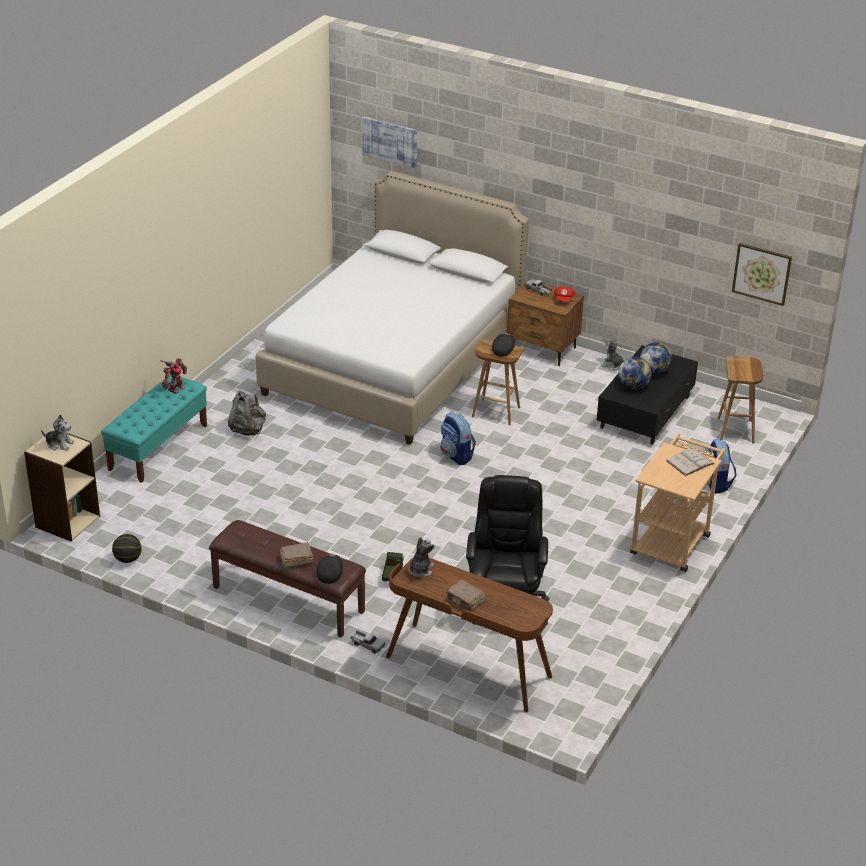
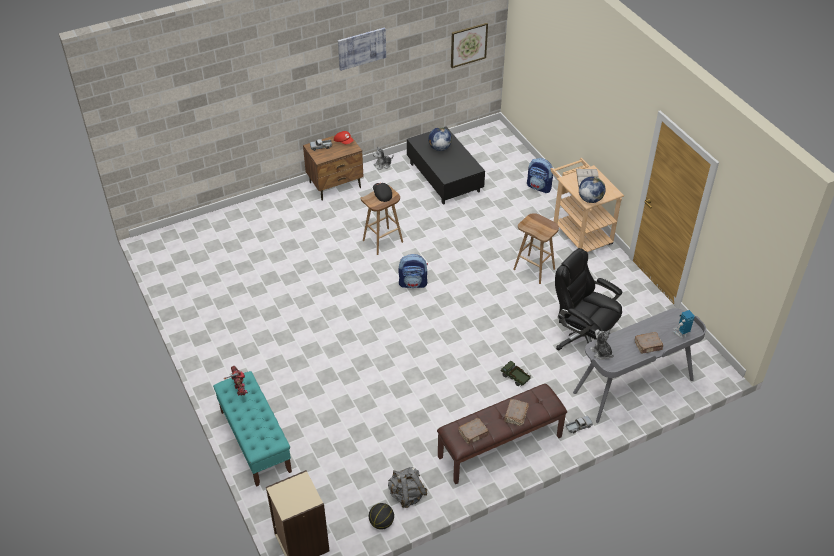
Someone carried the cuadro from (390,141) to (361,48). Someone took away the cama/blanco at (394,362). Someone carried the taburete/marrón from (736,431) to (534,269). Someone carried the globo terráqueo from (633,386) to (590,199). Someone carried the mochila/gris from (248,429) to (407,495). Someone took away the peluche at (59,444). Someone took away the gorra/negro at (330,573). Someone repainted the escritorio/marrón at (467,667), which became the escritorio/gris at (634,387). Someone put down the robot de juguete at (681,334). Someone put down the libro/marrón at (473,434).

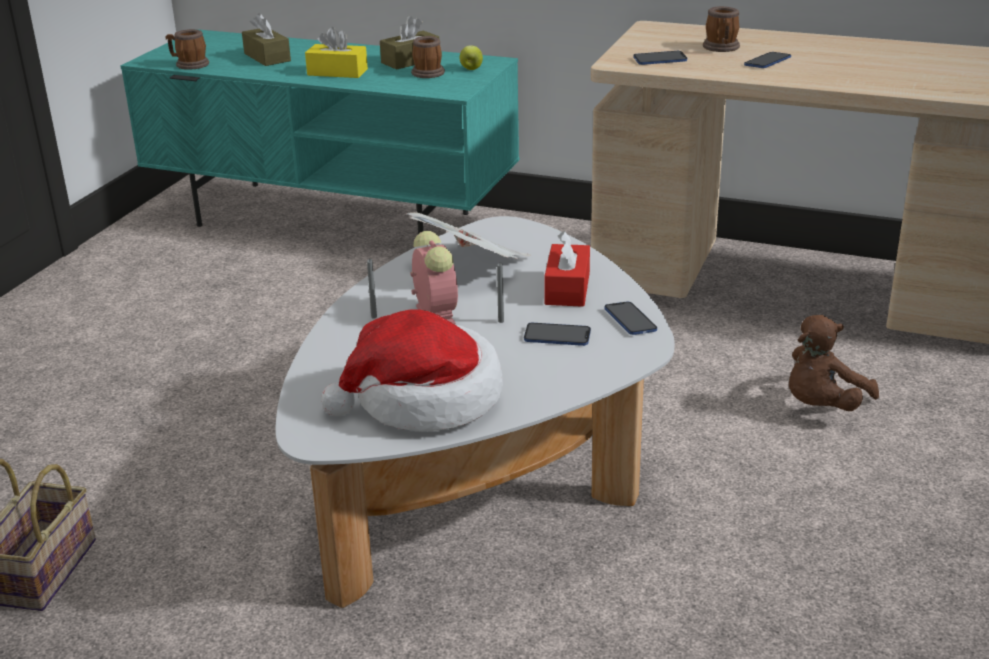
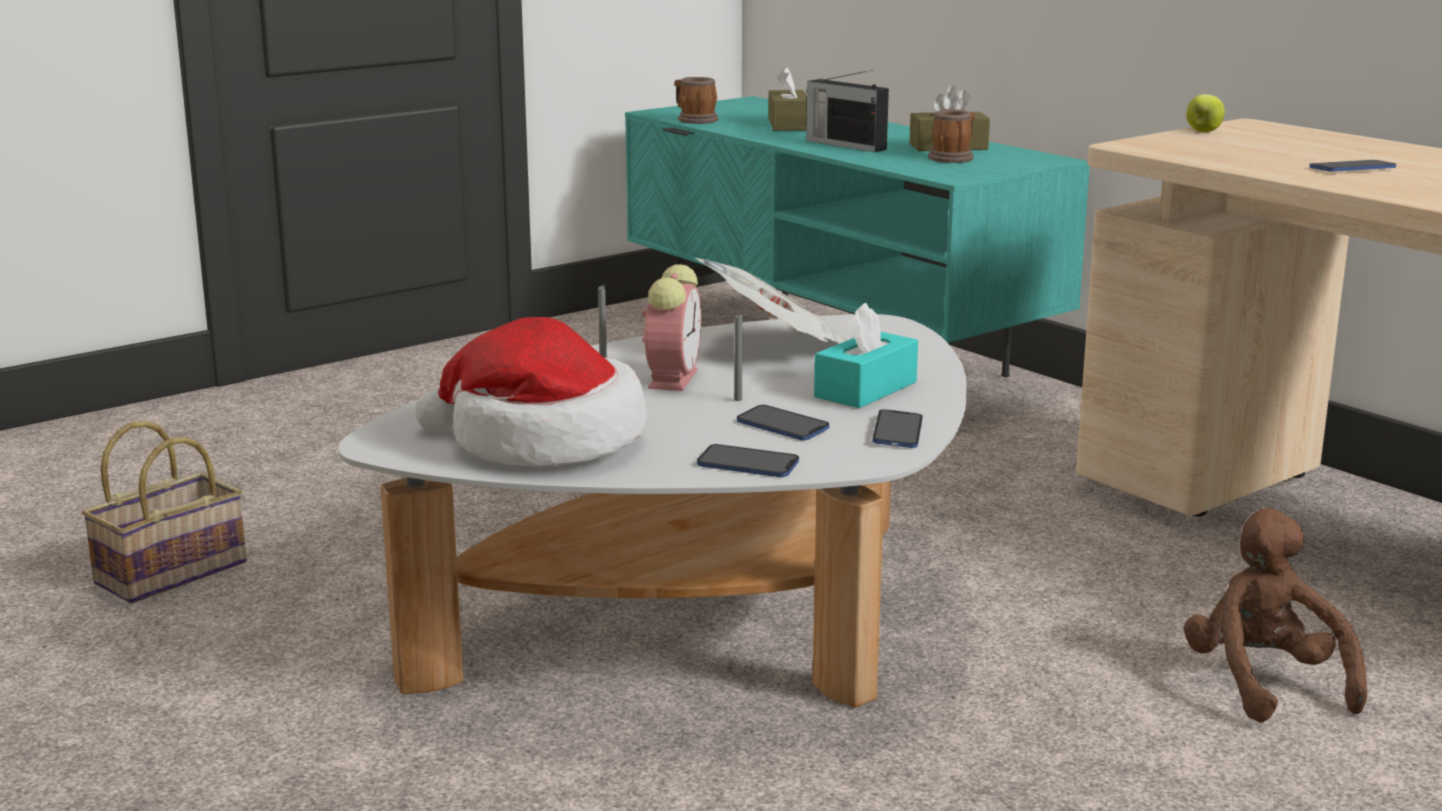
Someone took away the taza grande at (722,48). Someone swapped the caja de pañuelos/amarillo at (337,72) for the radio at (844,145). Someone carried the manzana from (471,69) to (1203,132). Someone carried the móvil from (660,59) to (748,464). Someone repainted the caja de pañuelos/rojo at (567,289), which became the caja de pañuelos/turquesa at (865,389). Someone rotated the peluche/marrón at (822,406) by 90 degrees clockwise.

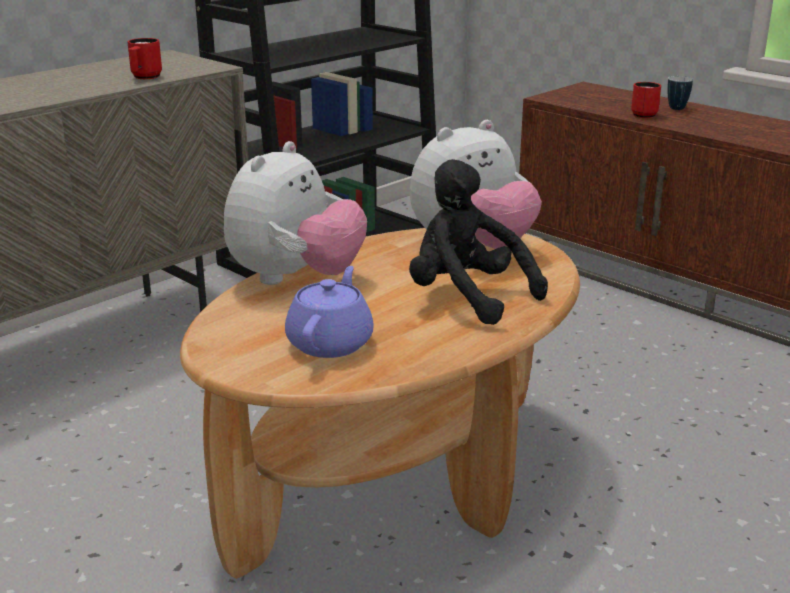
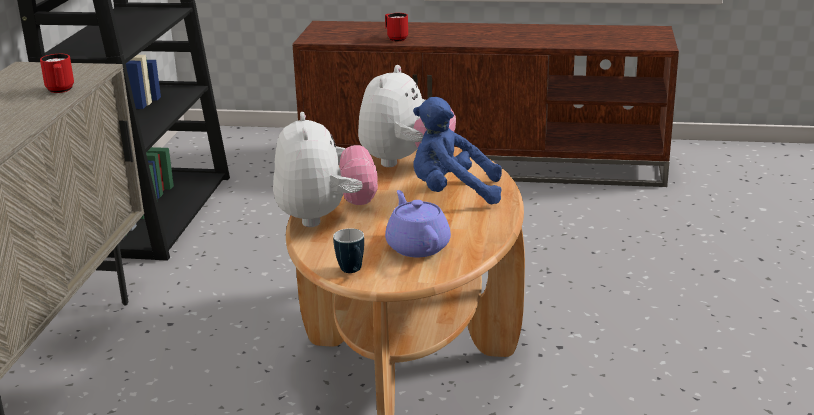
Someone carried the taza grande from (677,109) to (353,272). Someone repainted the peluche/negro at (467,297), which became the peluche/azul at (452,193).

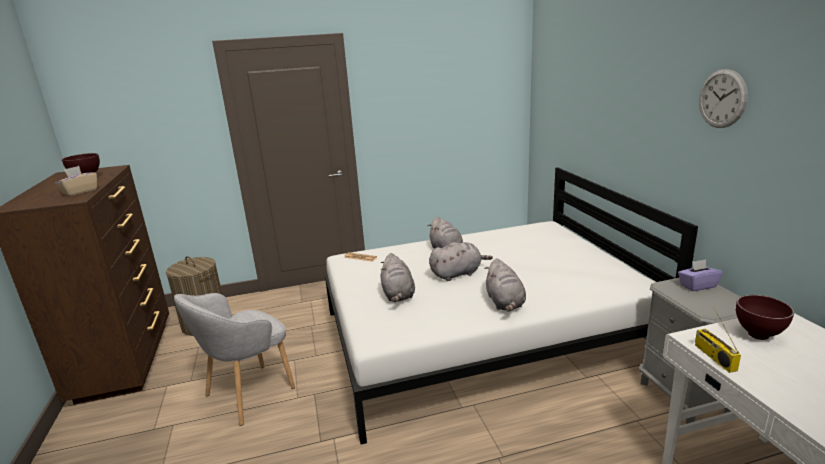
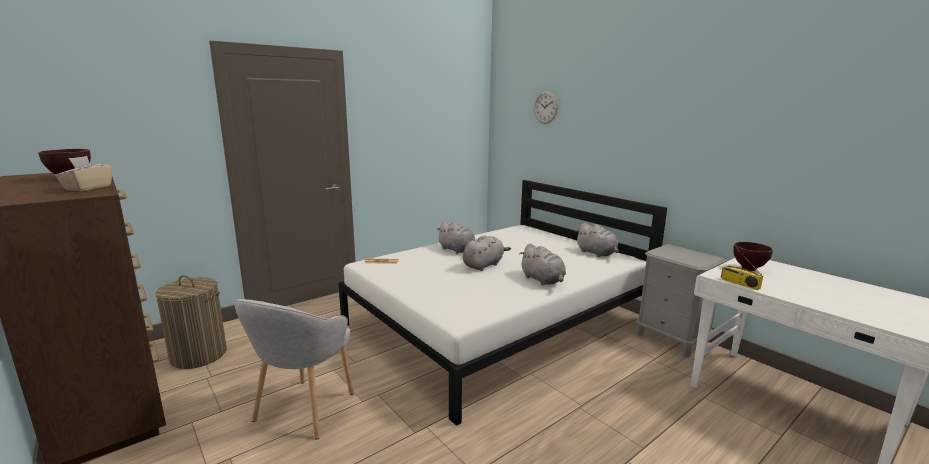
Someone carried the reloj de pared from (722,98) to (545,107). Someone carried the peluche/gris from (398,295) to (597,253). Someone took away the caja de pañuelos/morado at (697,286).

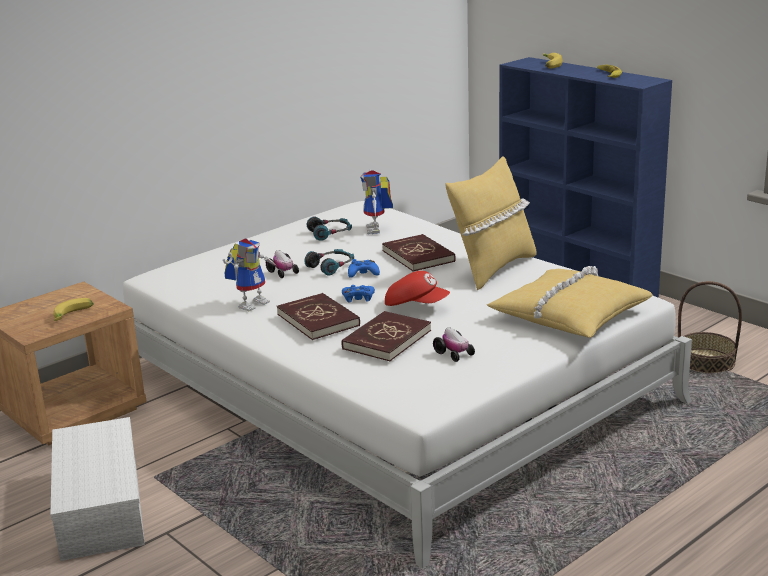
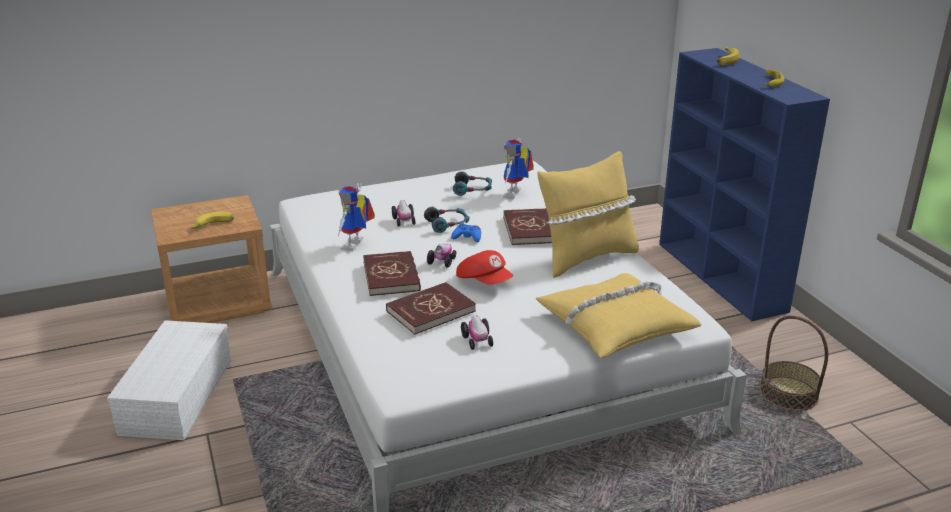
Someone rotated the robot de juguete at (252,303) by 135 degrees clockwise. Someone swapped the mando de consola/azul at (358,298) for the coche de juguete at (442,262).

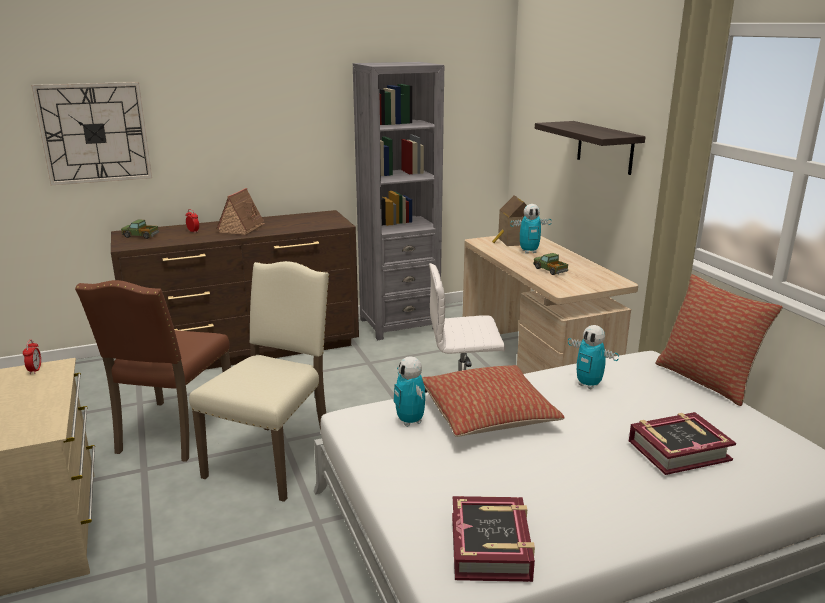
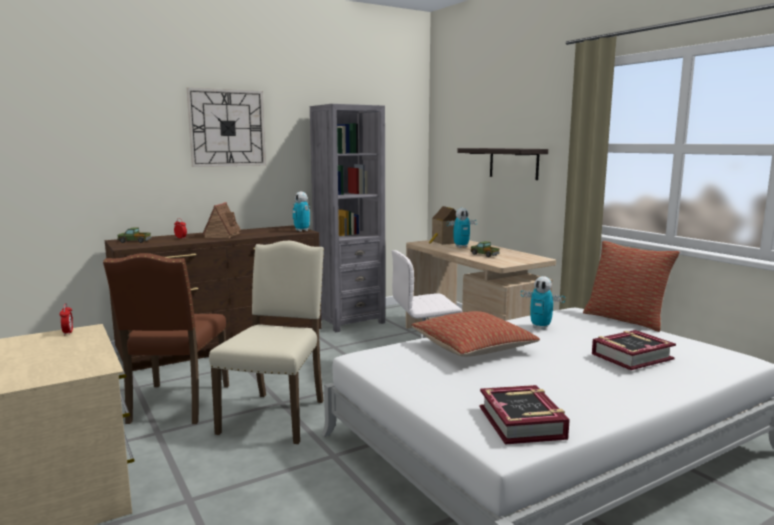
Someone carried the reloj de pared from (94,133) to (227,128). Someone carried the robot de juguete from (410,421) to (302,230).

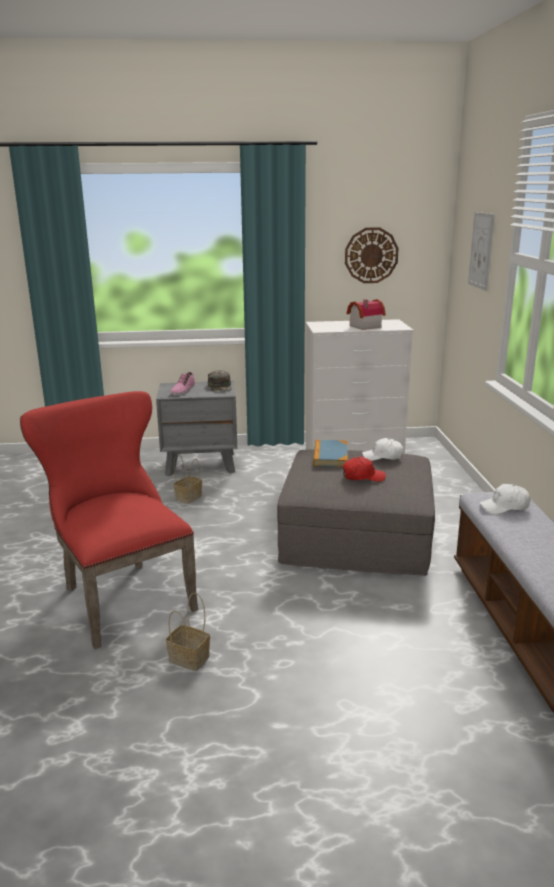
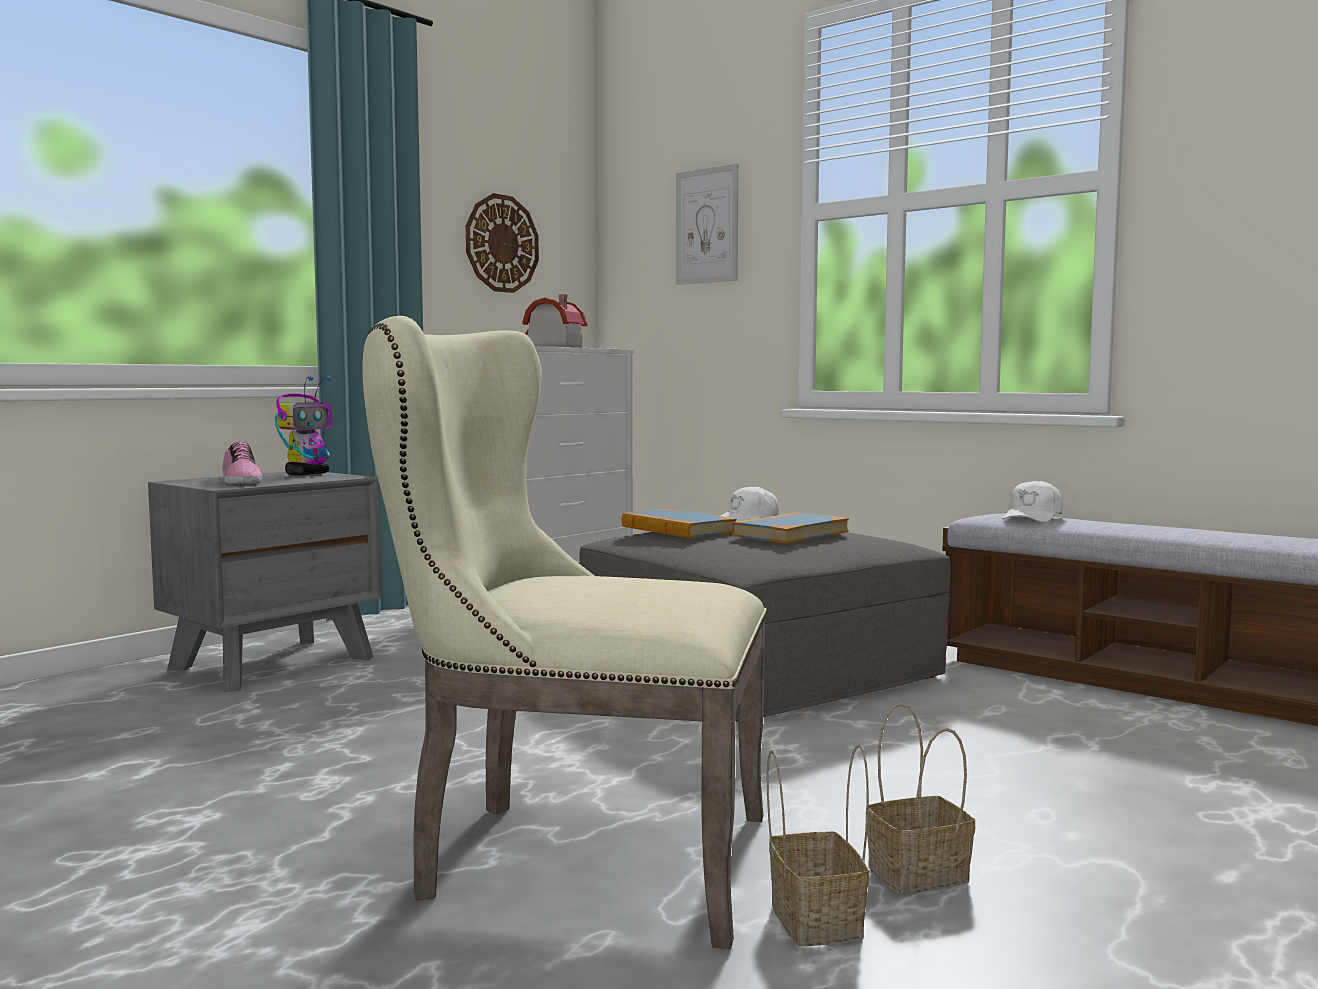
Someone swapped the gorra/verde at (220,386) for the robot de juguete at (308,474). Someone repainted the silla/rojo at (121,596), which became the silla/beis at (573,859). Someone carried the cesta from (188,497) to (813,919). Someone swapped the gorra/rojo at (363,477) for the libro at (790,534).

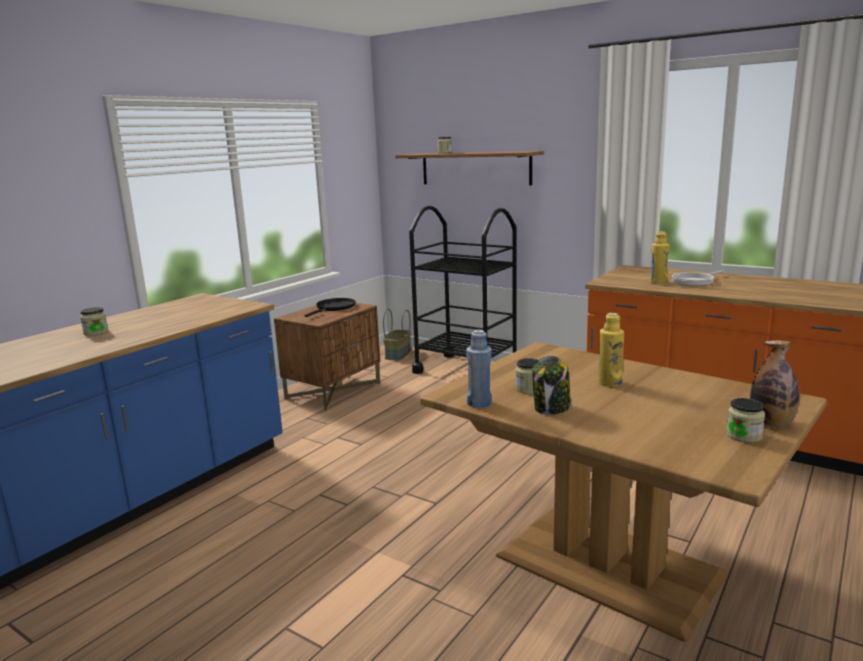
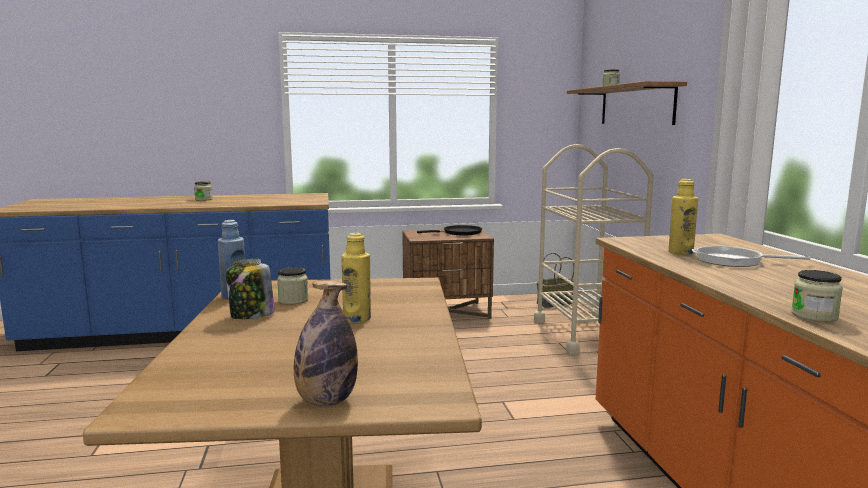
Someone repainted the carrito/negro at (466,370), which became the carrito/beis at (586,334). Someone carried the tarro from (744,436) to (814,316).

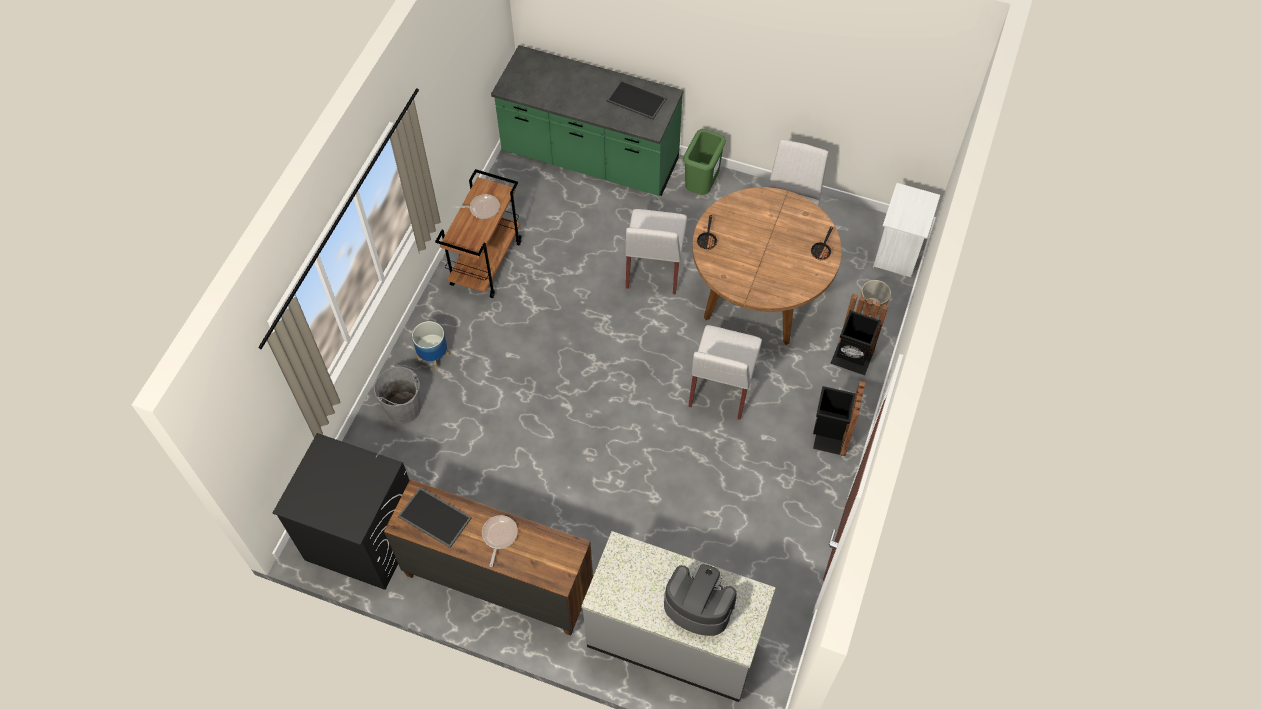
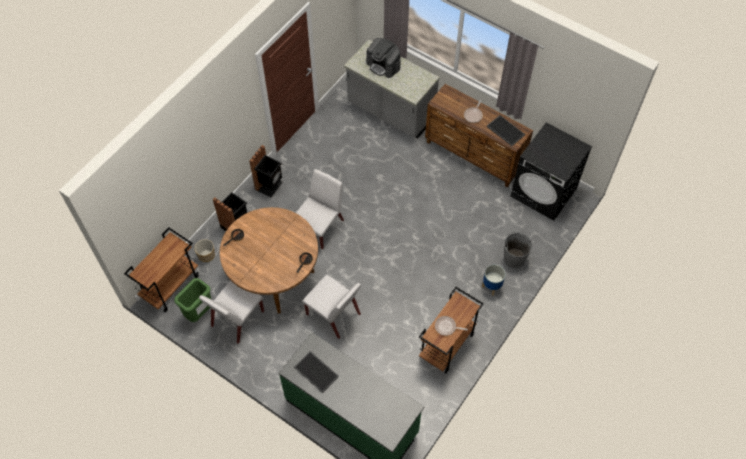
Someone carried the papelera/verde from (701,186) to (199,313). Someone swapped the mesita de noche/blanco at (898,253) for the carrito/marrón at (170,285). Someone rotated the silla/blanco at (654,267) by 105 degrees clockwise.

